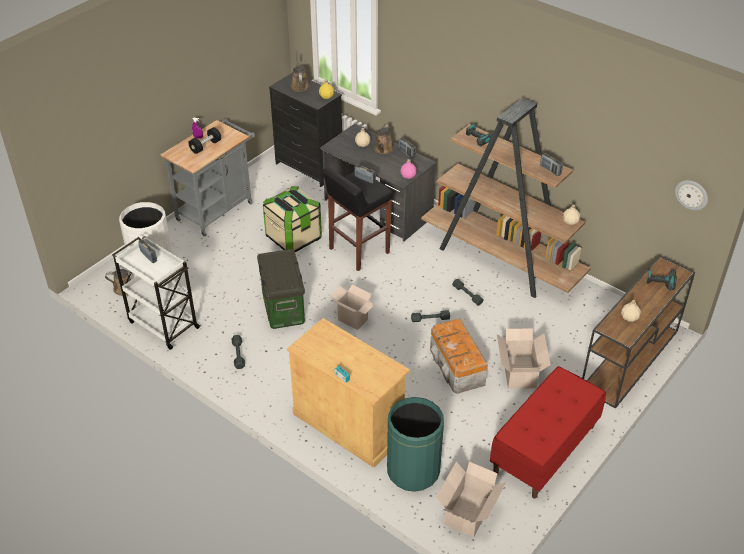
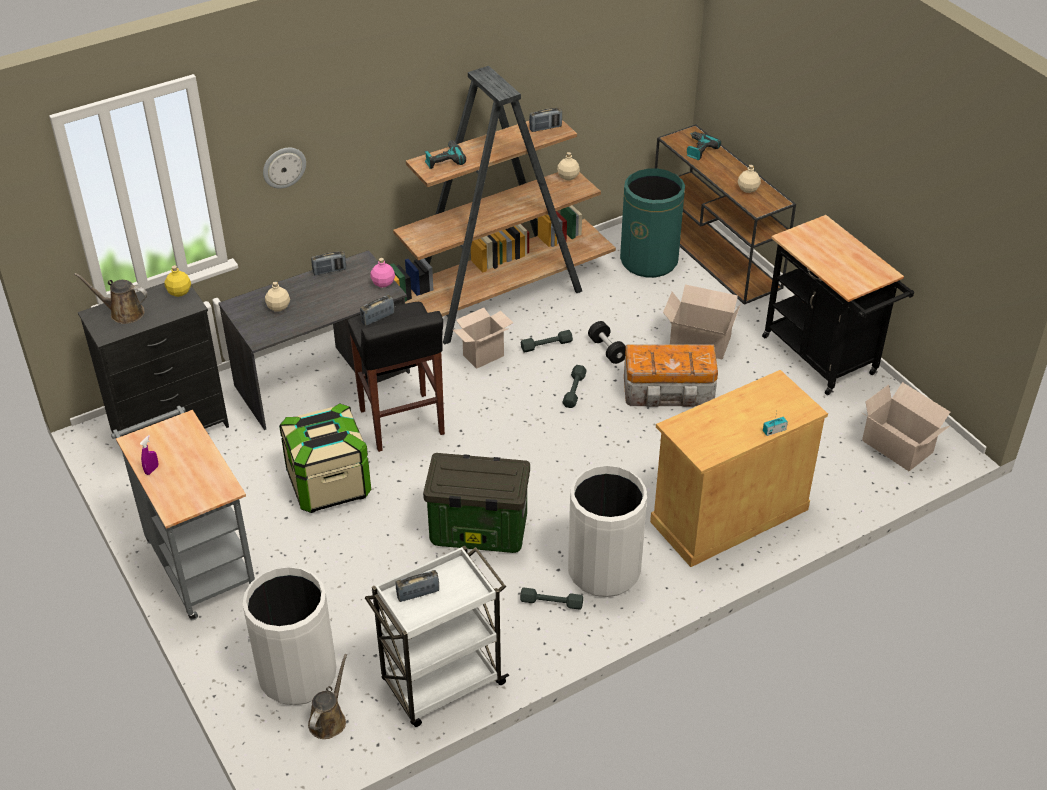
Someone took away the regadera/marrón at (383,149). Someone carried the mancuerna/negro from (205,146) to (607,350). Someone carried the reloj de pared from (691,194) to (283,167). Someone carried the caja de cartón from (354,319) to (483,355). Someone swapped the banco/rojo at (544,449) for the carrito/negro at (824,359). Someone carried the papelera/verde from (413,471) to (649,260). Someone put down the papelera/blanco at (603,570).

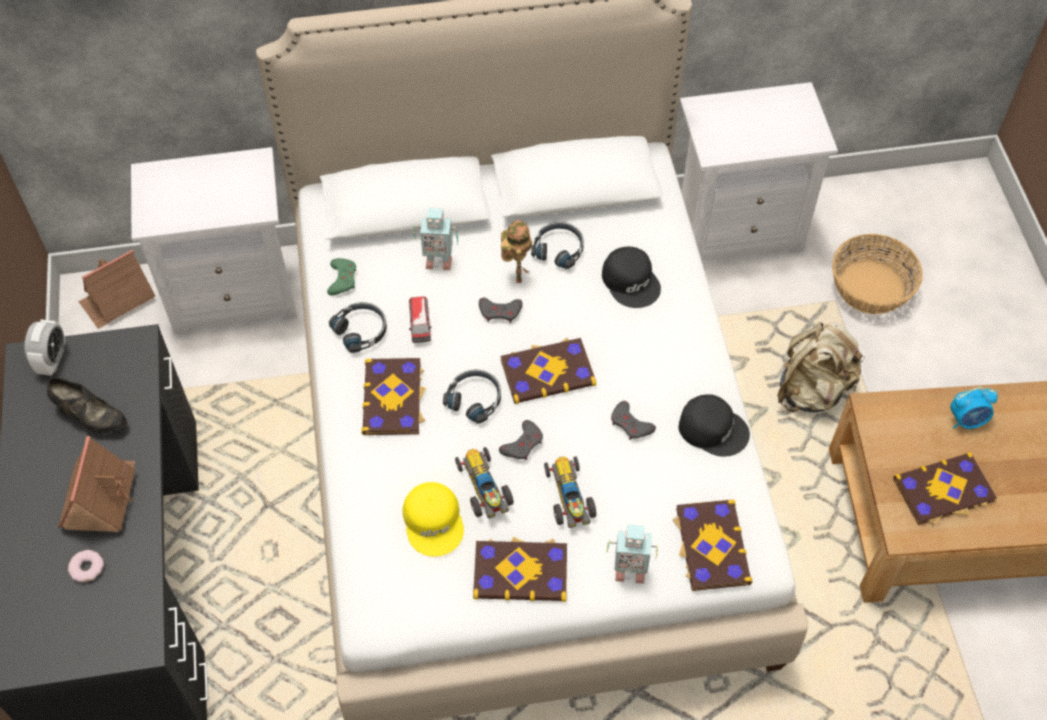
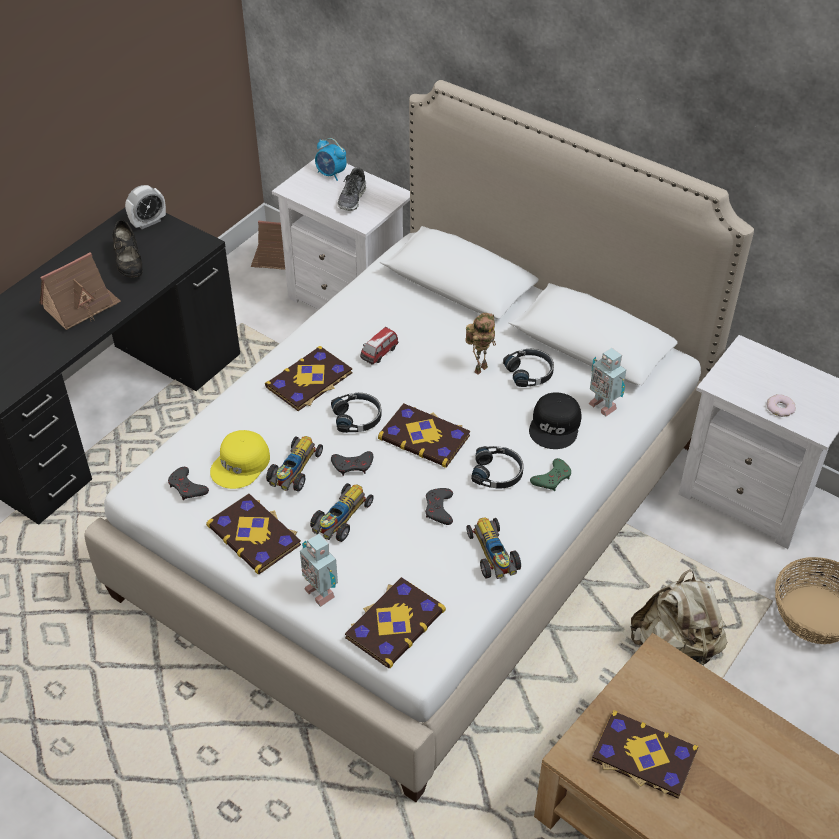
Someone carried the robot de juguete from (438,261) to (603,405). Someone carried the mando de consola/verde from (342,279) to (552,478). Someone carried the mando de consola/gris from (500,312) to (187,487). Someone carried the auriculares/negro from (361,330) to (498,473). Someone carried the despertador from (967,420) to (331,174). Someone swapped the gorra/negro at (713,428) for the coche de juguete at (493,555). Someone carried the rosquilla from (87,567) to (780,408). Someone put down the zapato at (352,198).

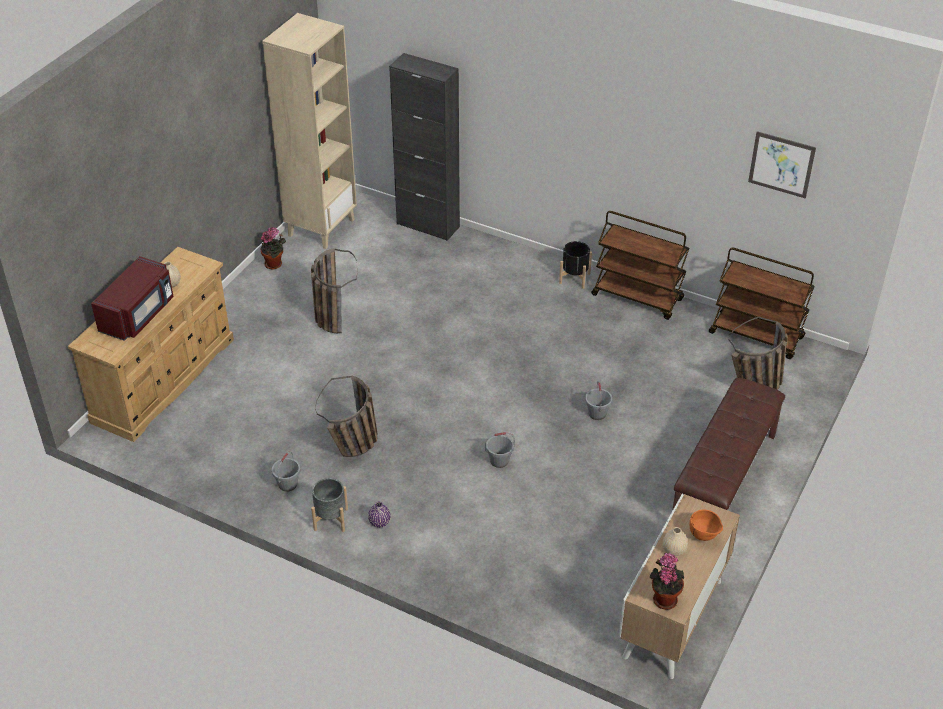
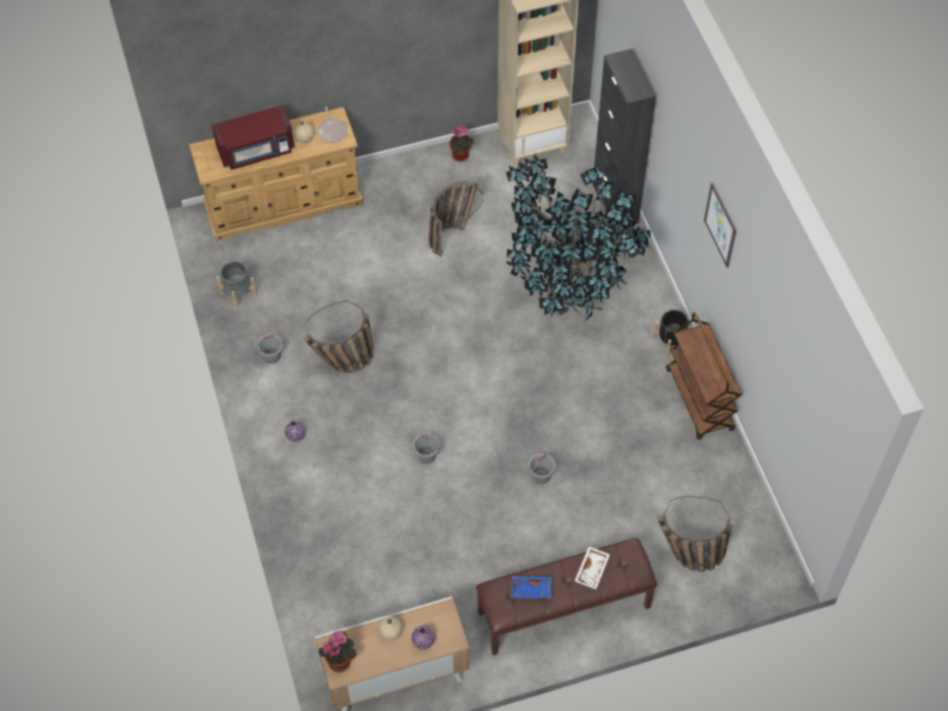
Someone carried the cuadro from (781,164) to (720,225). Someone took away the carrito/marrón at (757,335). Someone carried the maceta/gris from (331,519) to (238,294). Someone swapped the cuenco/naranja at (704,537) for the florero/morado at (423,641). Someone put down the sartén at (332,131). Someone put down the planta en maceta at (570,304). Someone put down the bandeja/blanco at (592,570). Someone put down the bandeja/azul at (531,590).

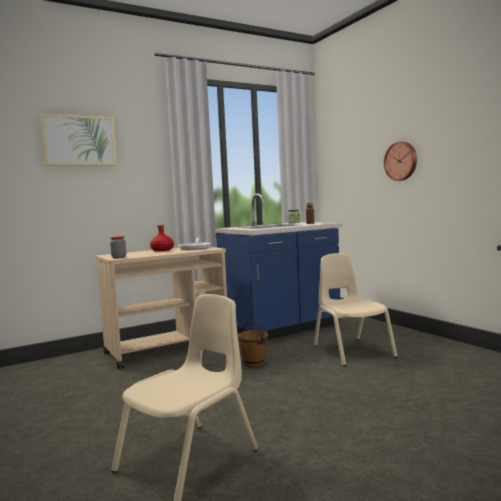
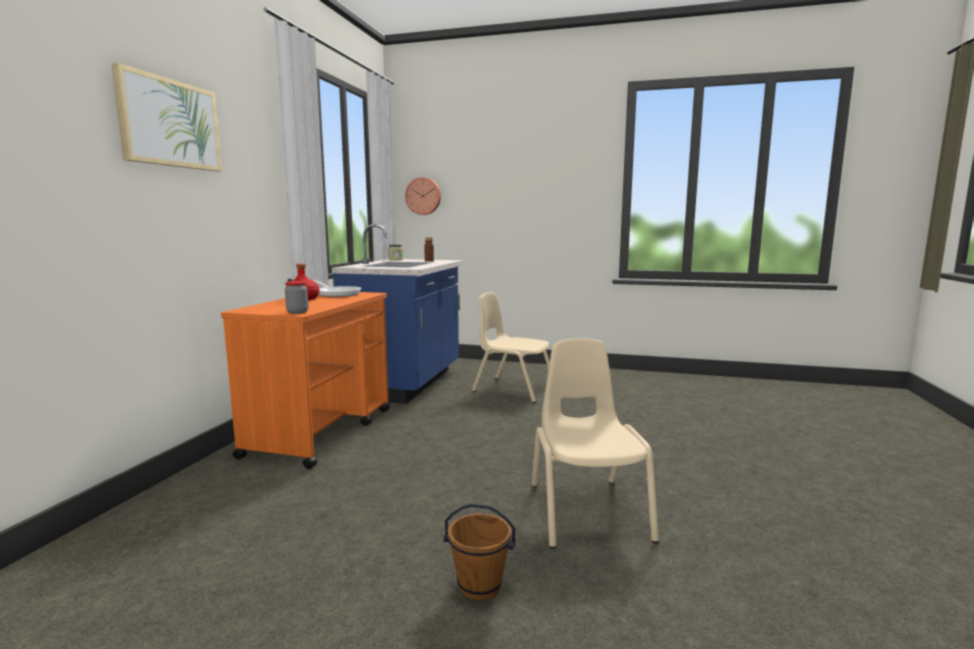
Someone carried the reloj de pared from (401,161) to (423,196). Someone repainted the carrito/beis at (168,349), which became the carrito/naranja at (321,431). Someone carried the cubo/marrón from (253,363) to (479,587).

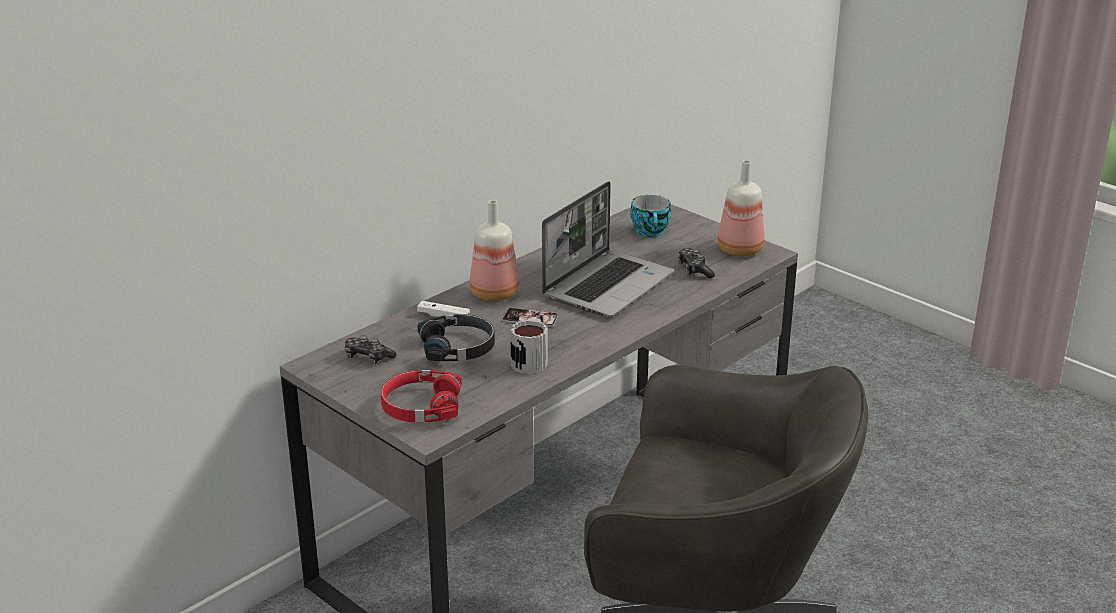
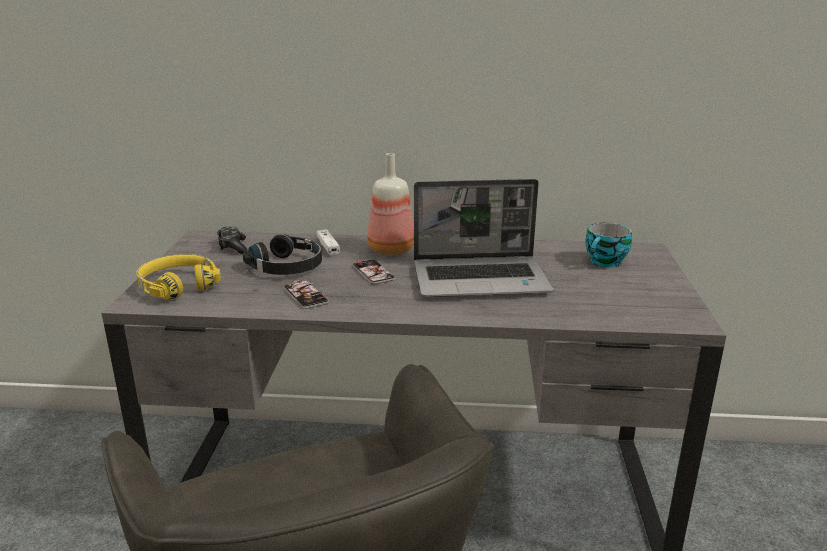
Someone took away the botella at (740,250). Someone took away the mando de consola at (694,270). Someone swapped the taza grande at (531,360) for the móvil at (305,296). Someone repainted the auriculares/rojo at (421,407), which became the auriculares/amarillo at (177,285).

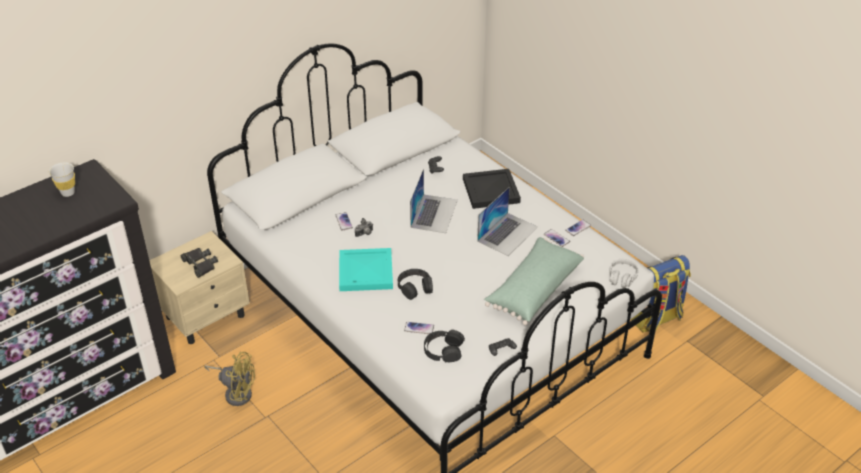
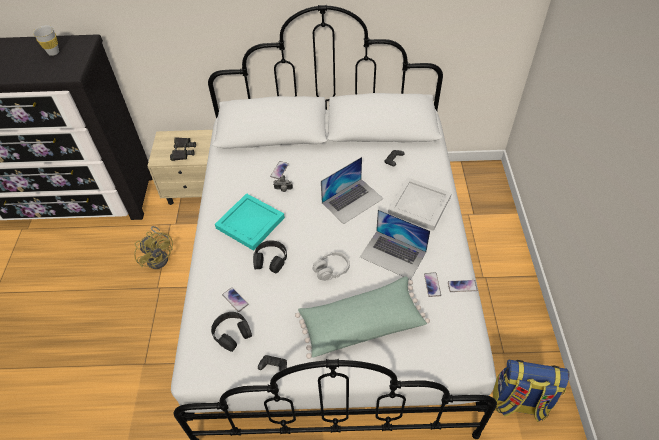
Someone repainted the bandeja/negro at (490,191), which became the bandeja/blanco at (418,205). Someone rotated the portátil at (507,234) by 45 degrees clockwise. Someone carried the auriculares/gris from (622,278) to (331,269).

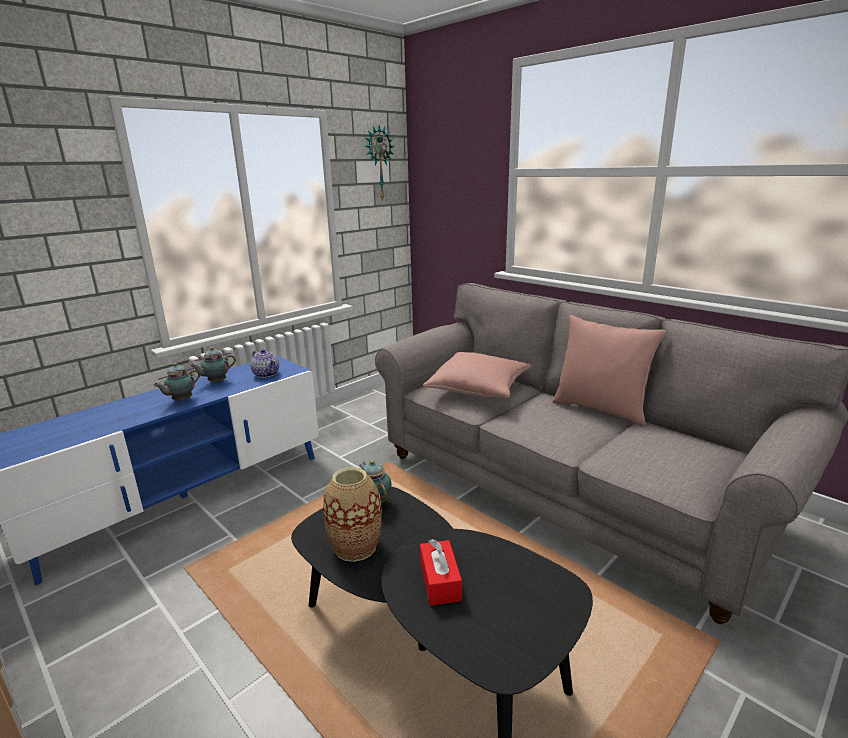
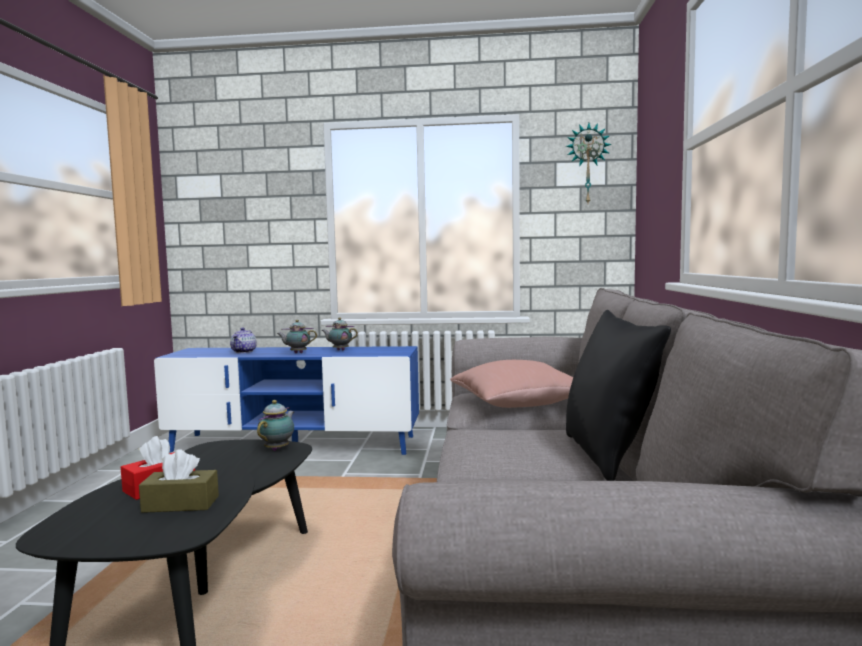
Someone repainted the cojín/rosa at (600,409), which became the cojín/negro at (608,456). Someone carried the tetera from (266,374) to (244,351). Someone took away the florero at (355,546). Someone put down the caja de pañuelos/marrón at (181,504).

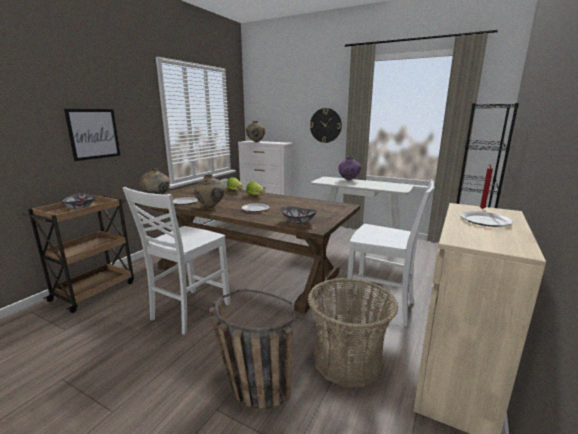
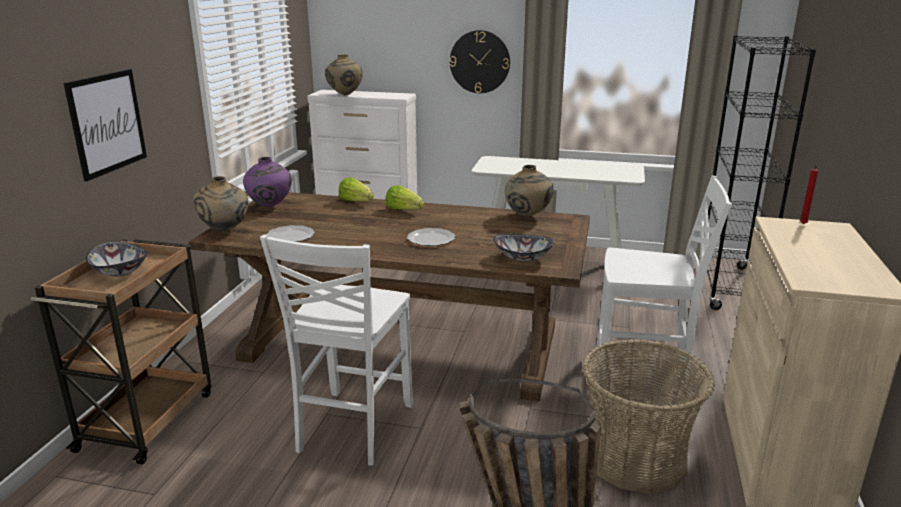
Someone carried the florero/morado from (349,180) to (270,206). Someone carried the florero/beis from (211,206) to (528,216). Someone took away the plato at (484,221).

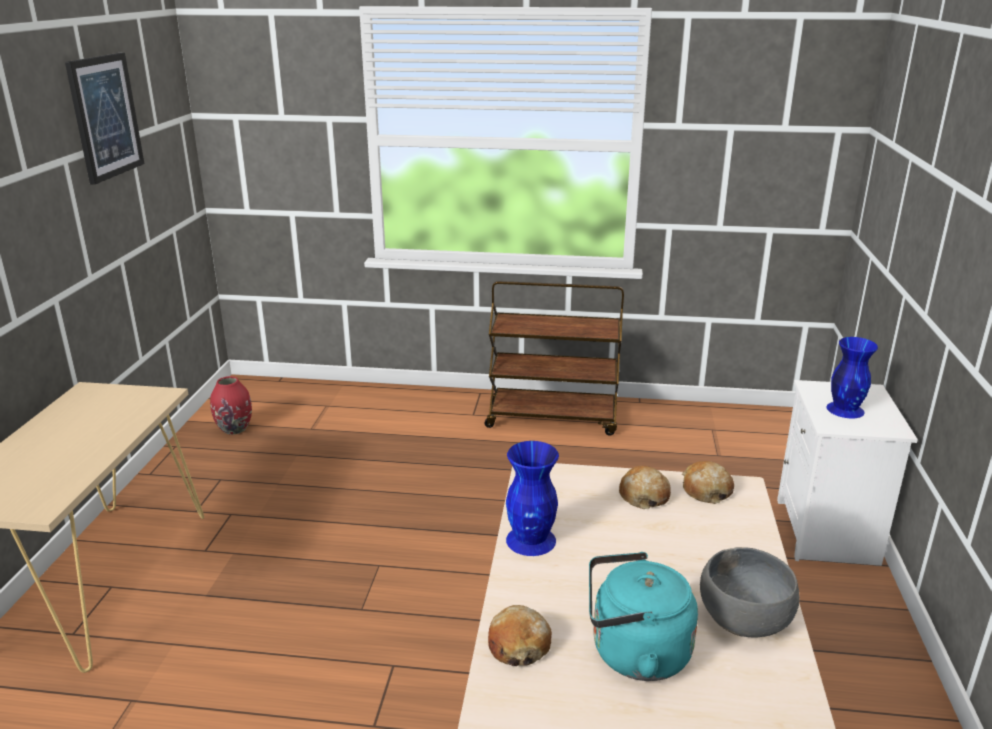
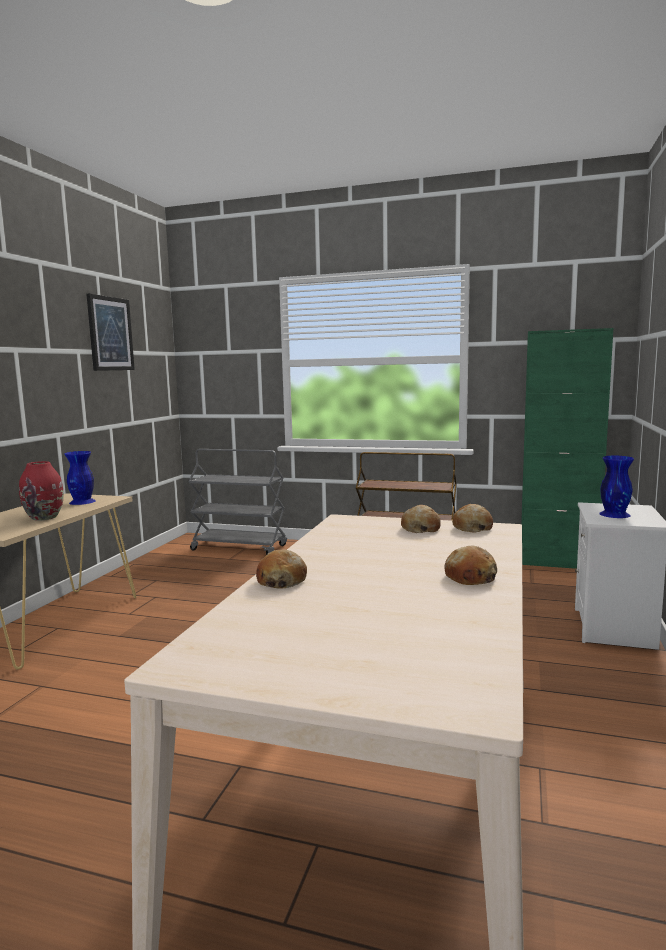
Someone carried the florero/rojo from (235,429) to (45,517). Someone carried the florero/azul from (531,540) to (82,502). Someone swapped the cuenco/gris at (744,619) for the pan at (470,577). Someone took away the hervidor/turquesa at (634,653). Someone put down the armario/verde at (558,563). Someone put down the carrito/gris at (240,547).

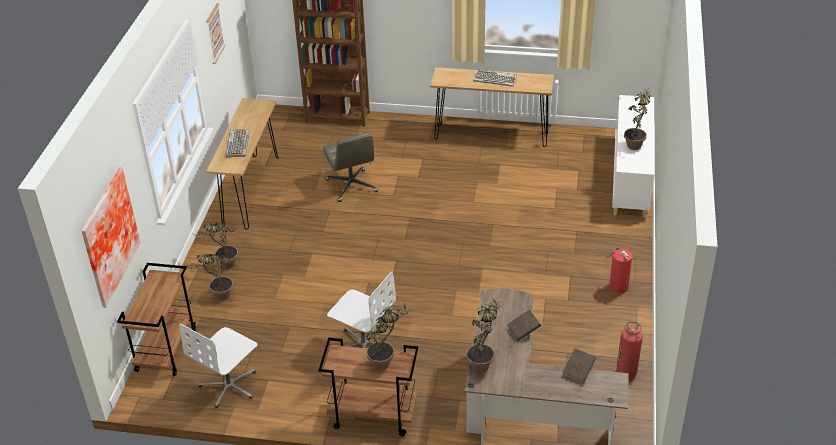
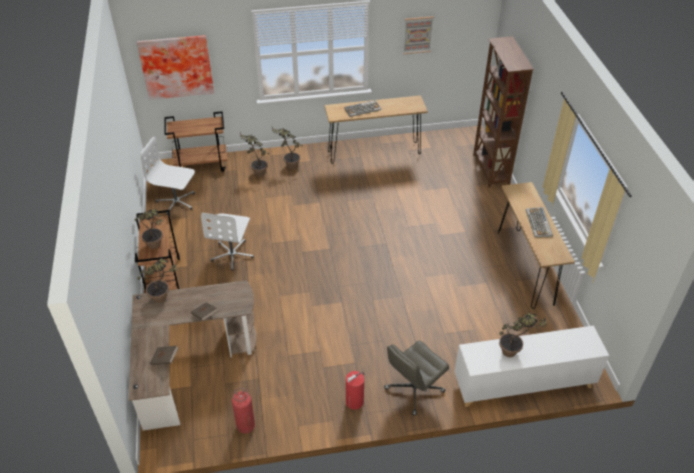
Someone carried the silla de oficina/gris from (352,186) to (414,390).

